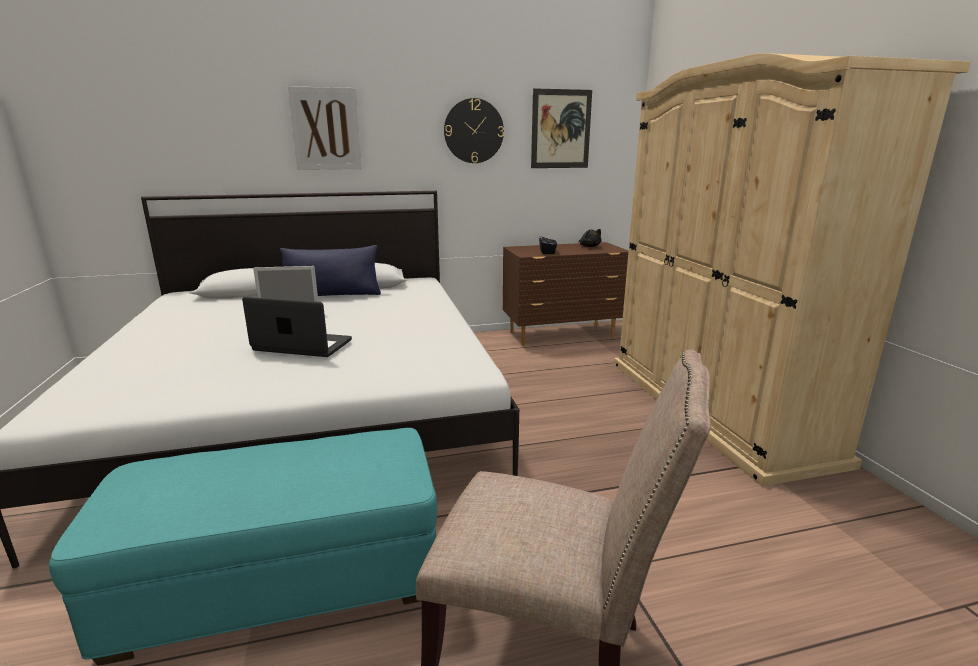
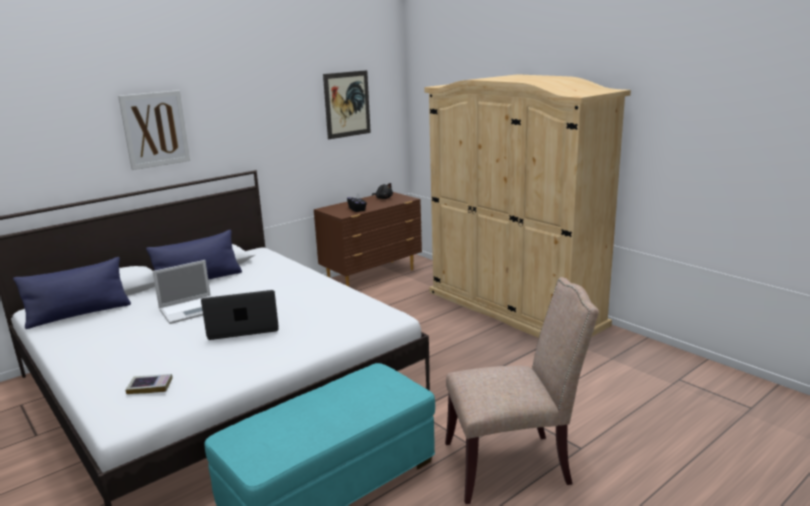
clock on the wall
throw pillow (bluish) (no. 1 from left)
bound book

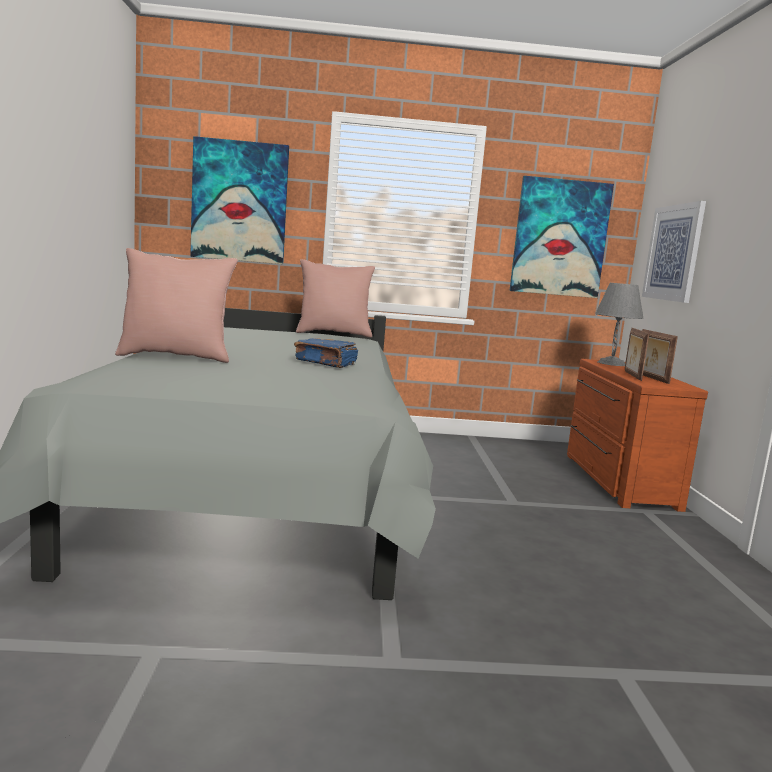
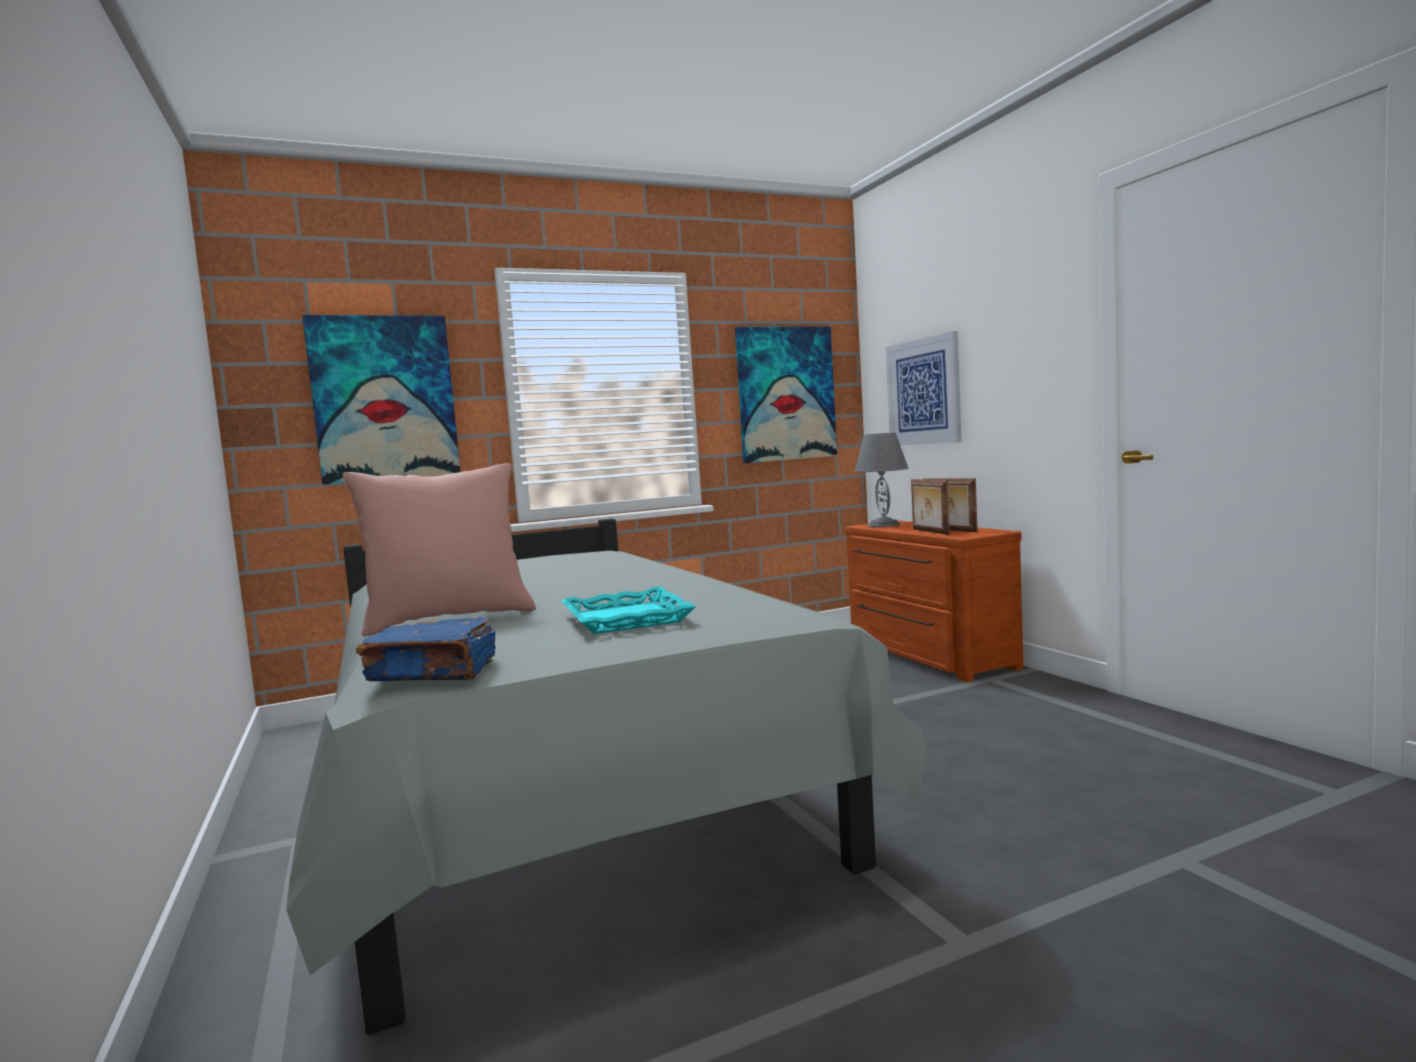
throw pillow (pink-coloured) (no. 2 from left in the first image)
carrying tray (blue-green)
bound book (bluish)

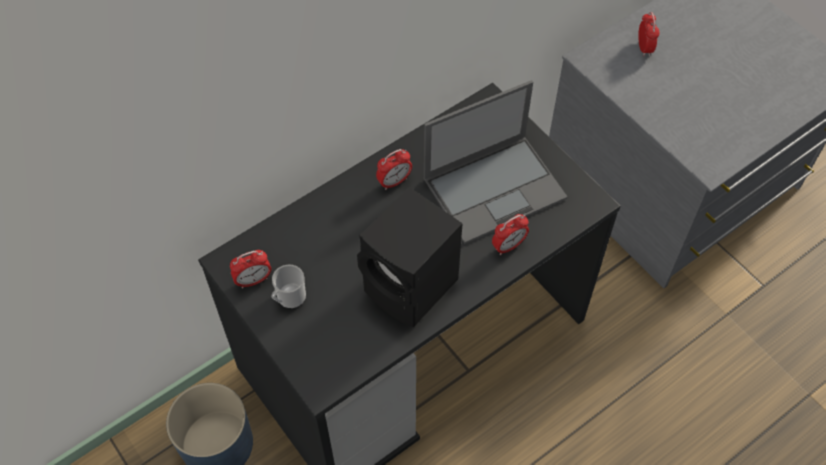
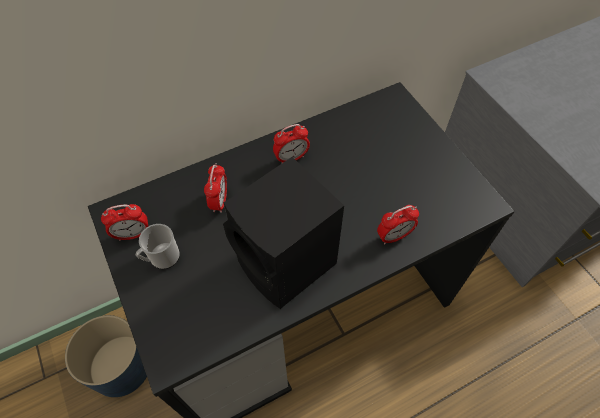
portable computer
table clock (no. 2 from left)

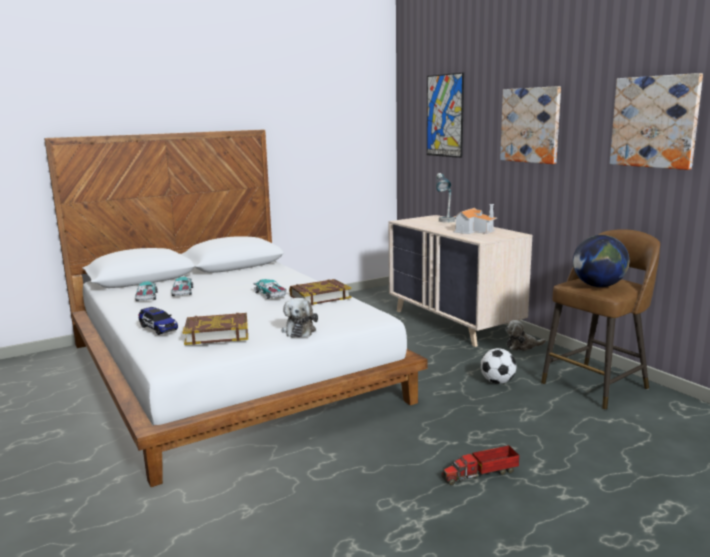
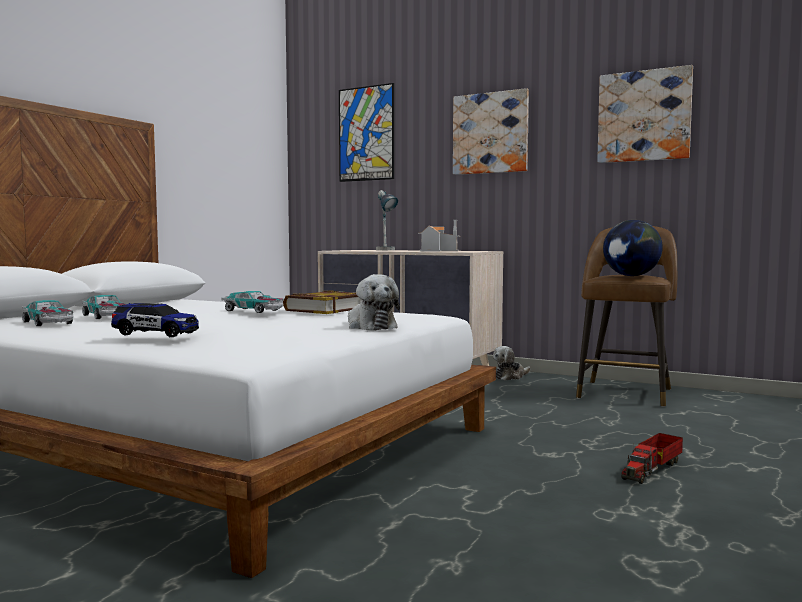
bound book (no. 1 from left in the first image)
football

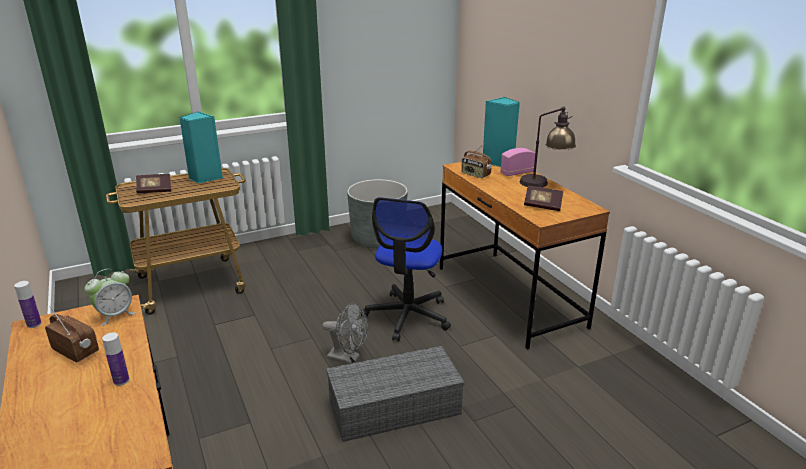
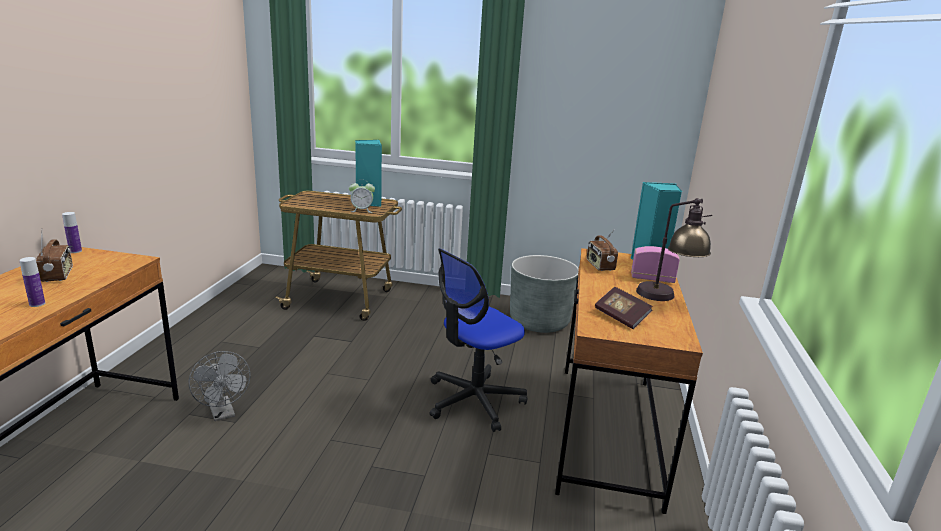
bound book (no. 1 from left in the first image)
storage bin (greyish)
table clock
electric fan (greyish)

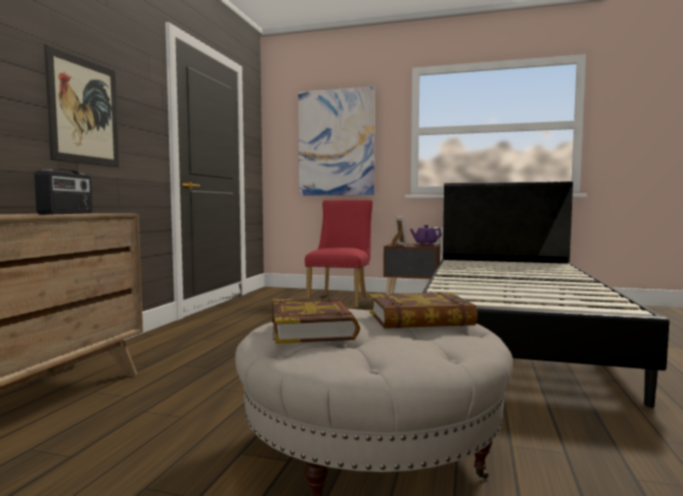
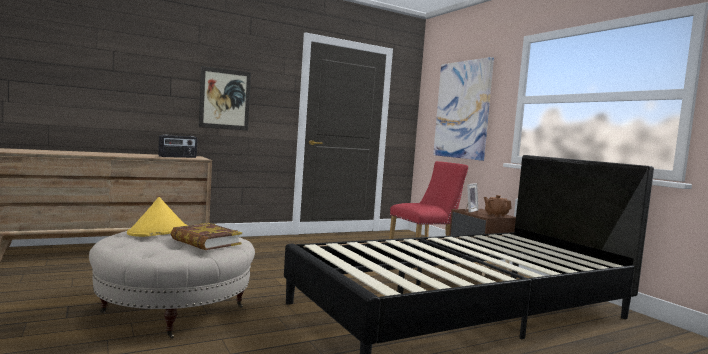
wearable hat (yellowish)
pot for tea (brown)

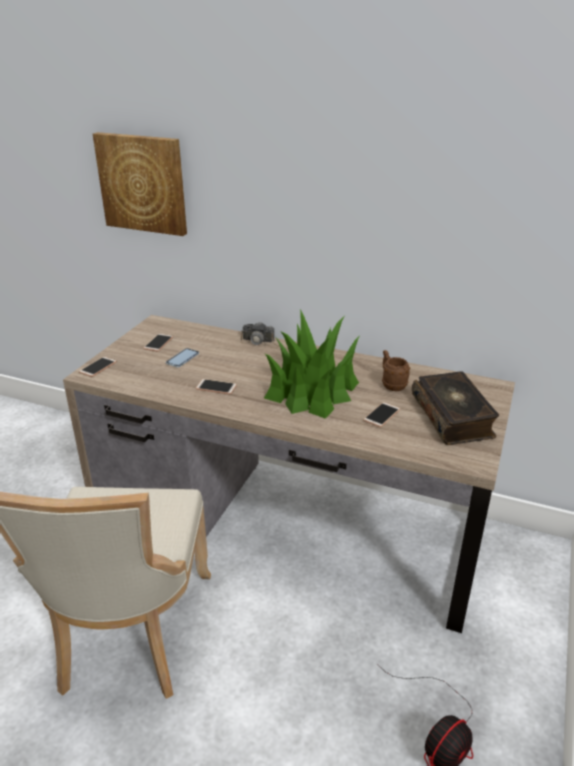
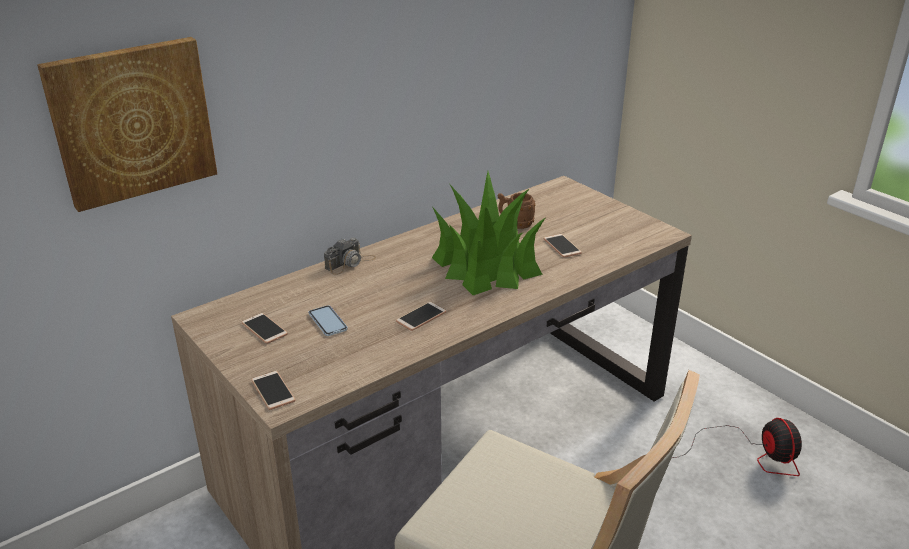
bound book

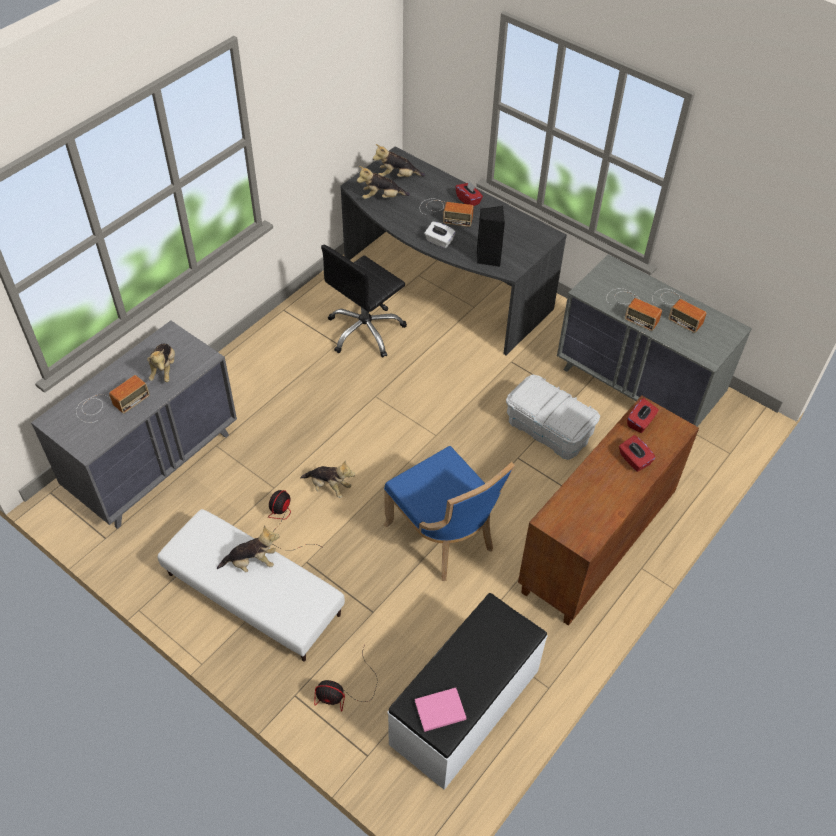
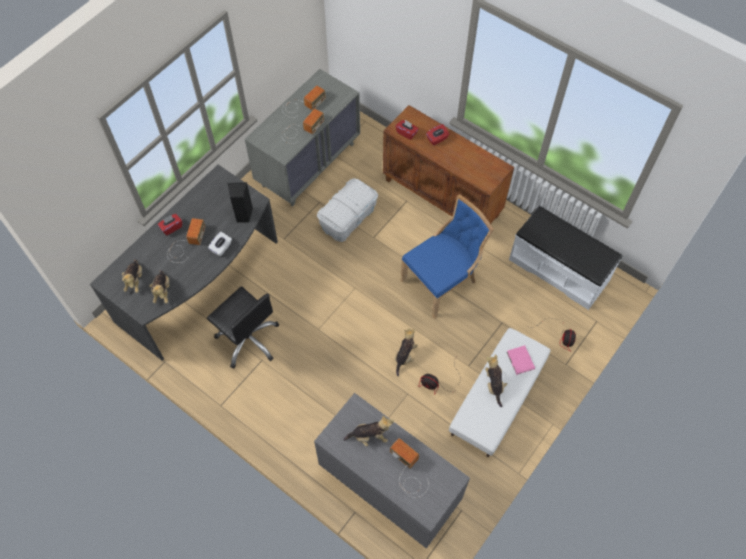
bound book (pink-coloured)

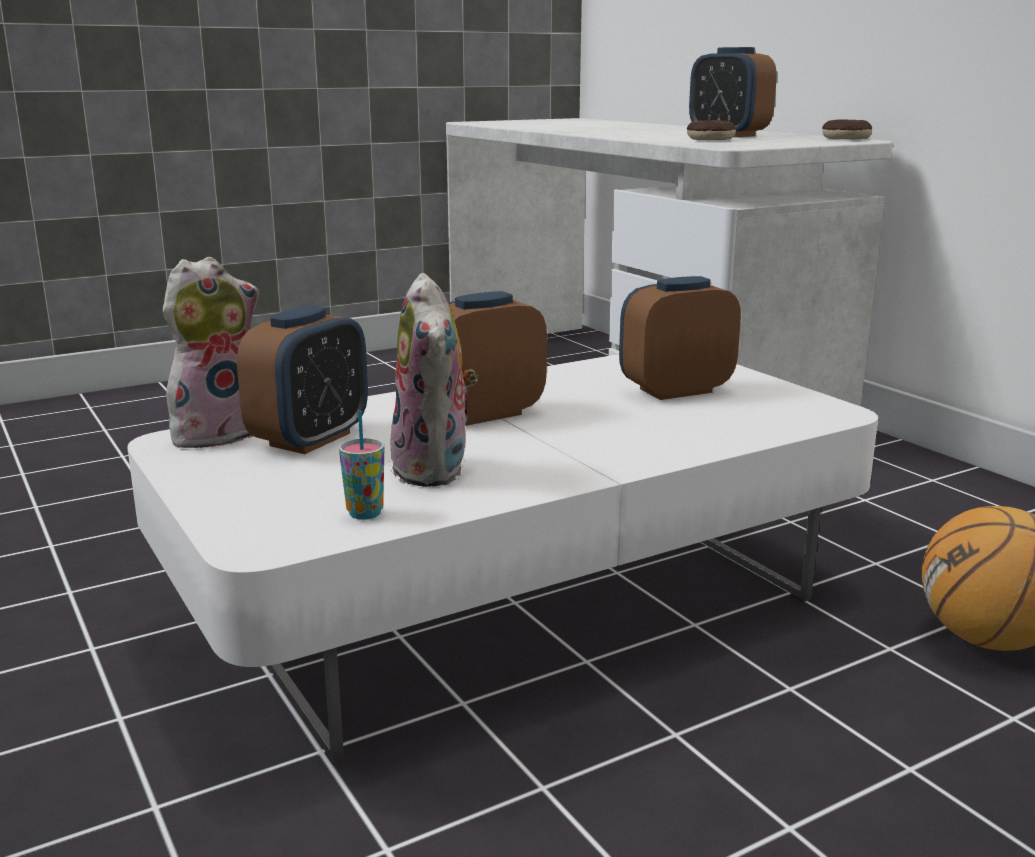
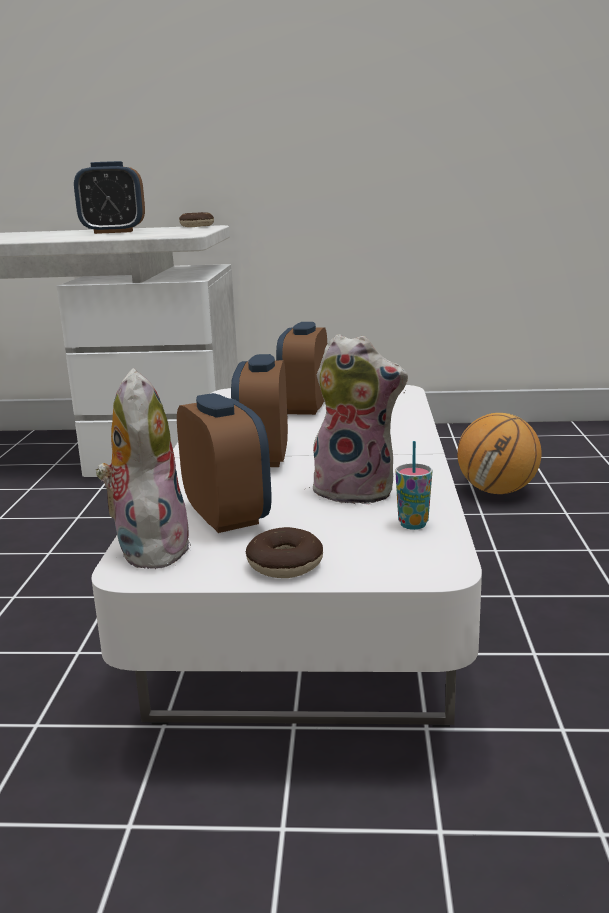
donut (no. 2 from left)

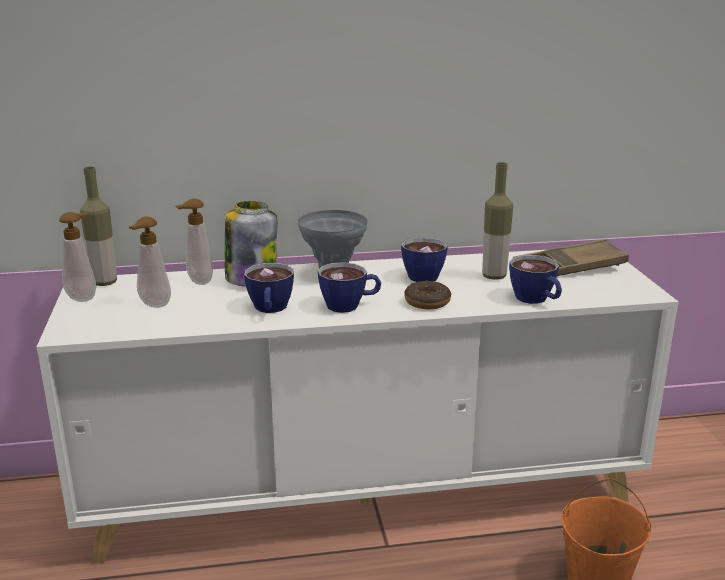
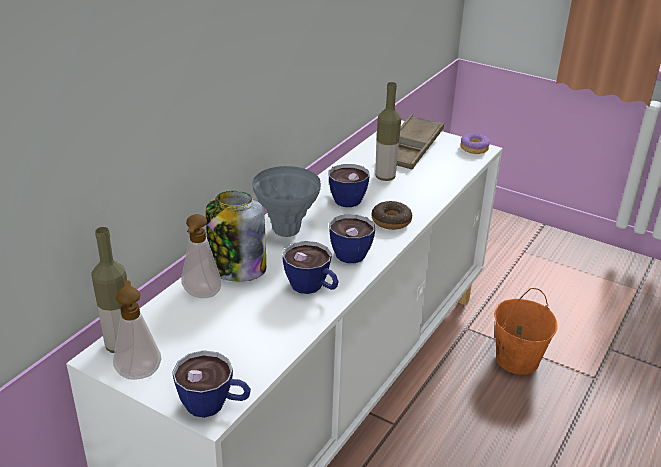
soap dispenser (no. 2 from left in the first image)
donut (no. 2 from left)
drinking cup (no. 1 from left)

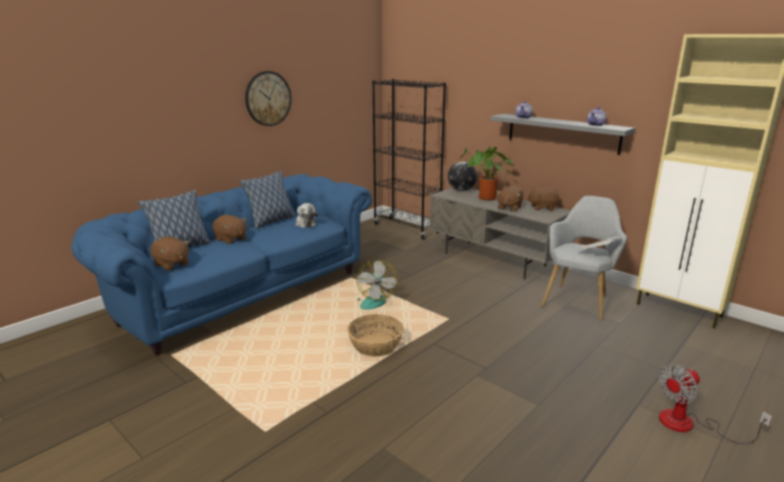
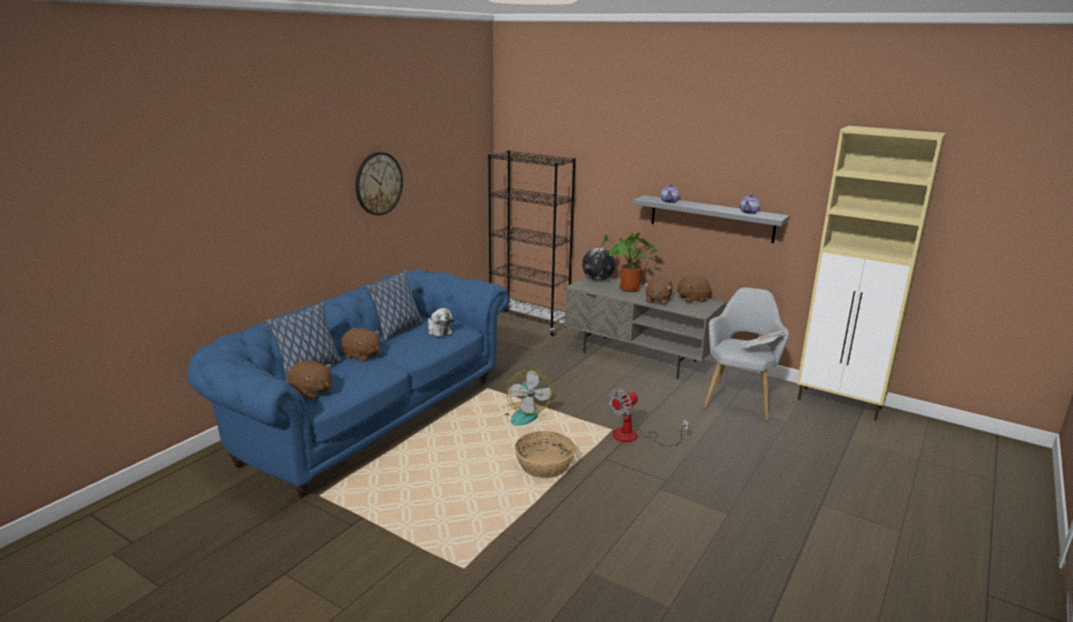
electric fan (no. 2 from left)

